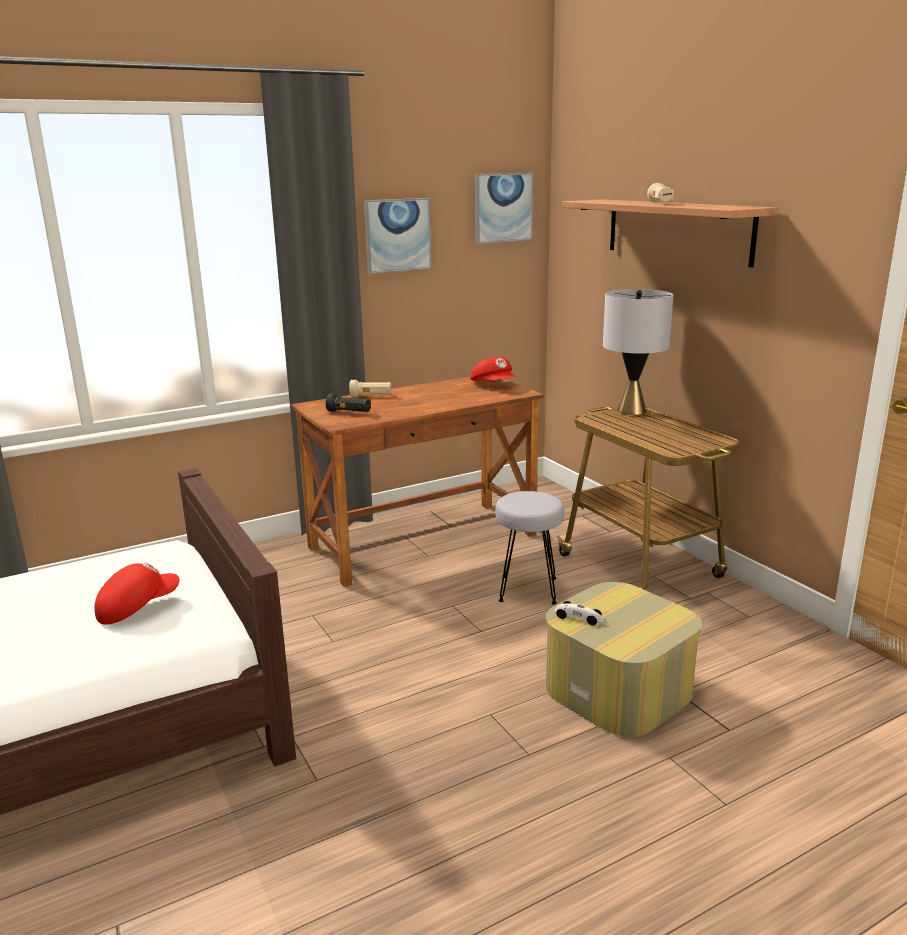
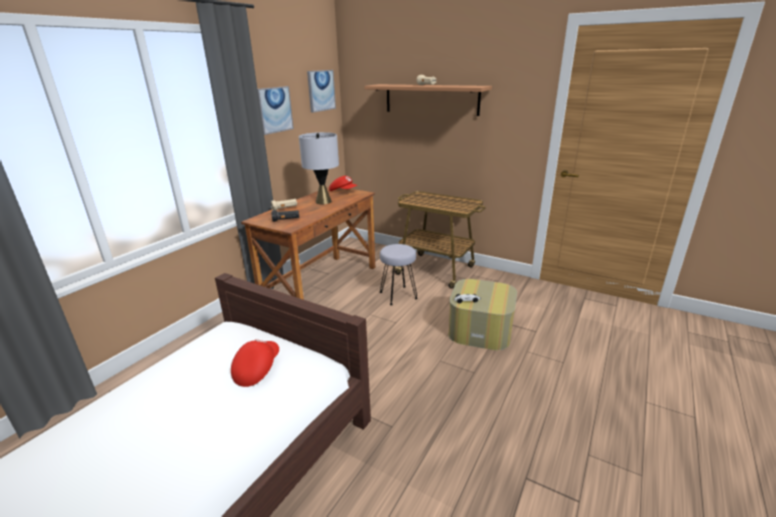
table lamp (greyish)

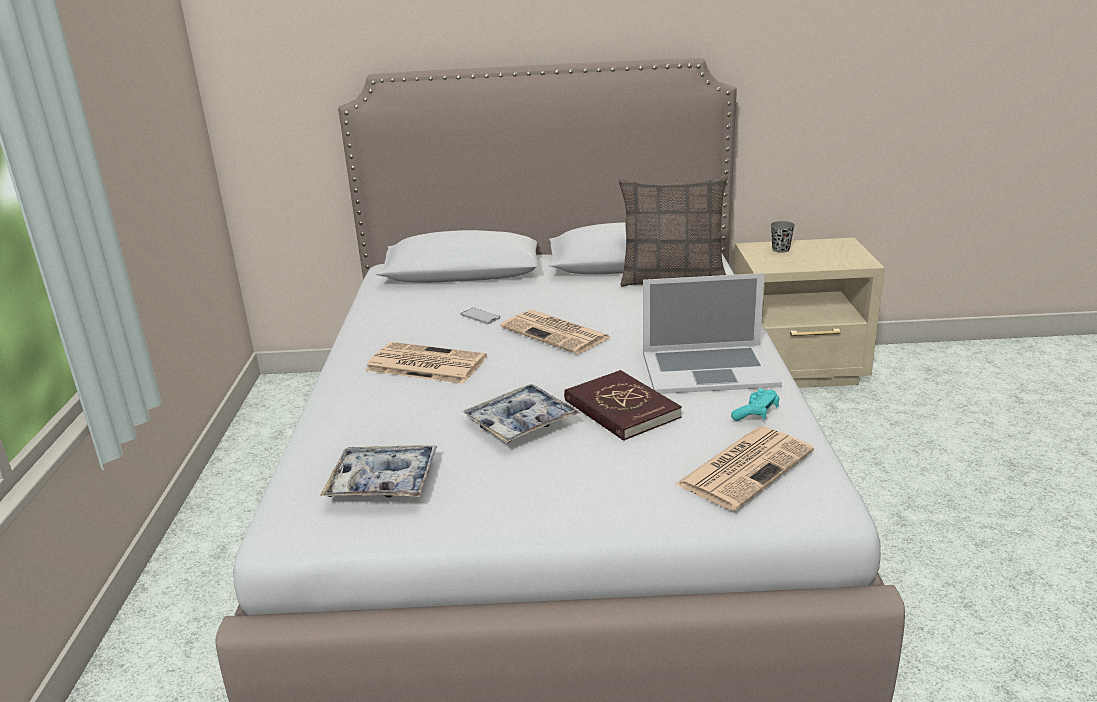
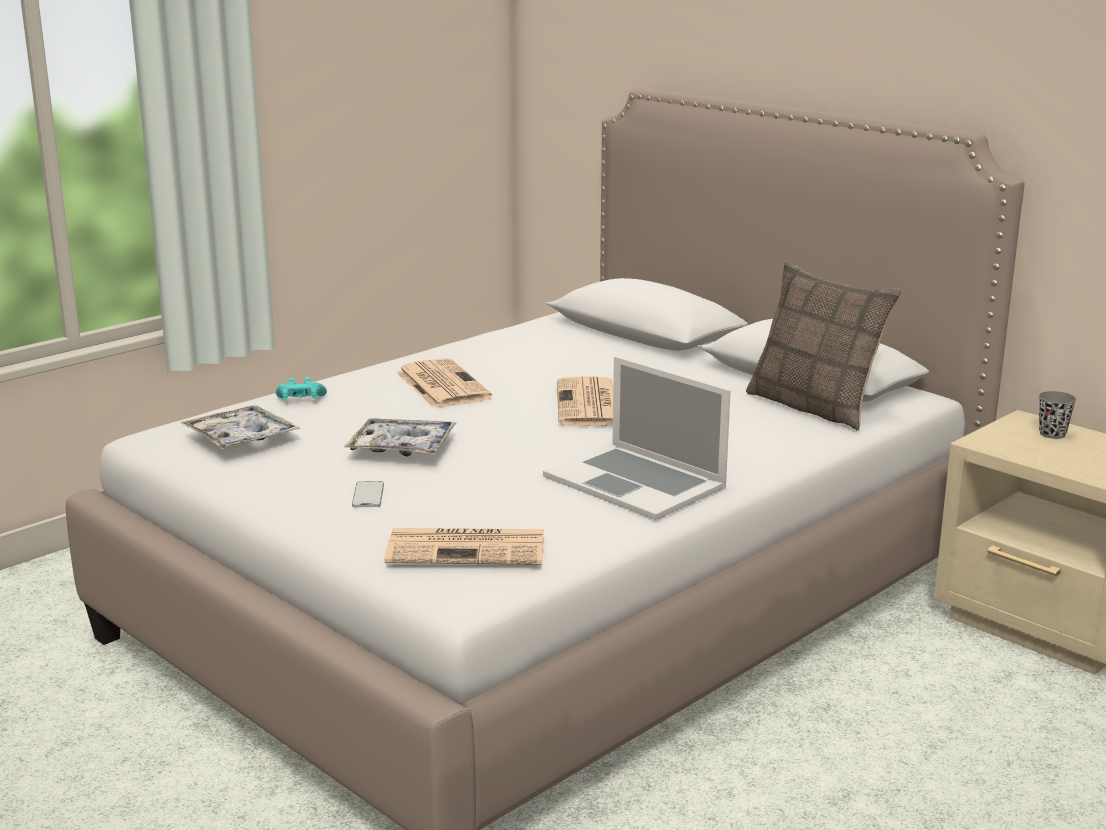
bound book (reddish)
telephone
gamepad (blue-green)

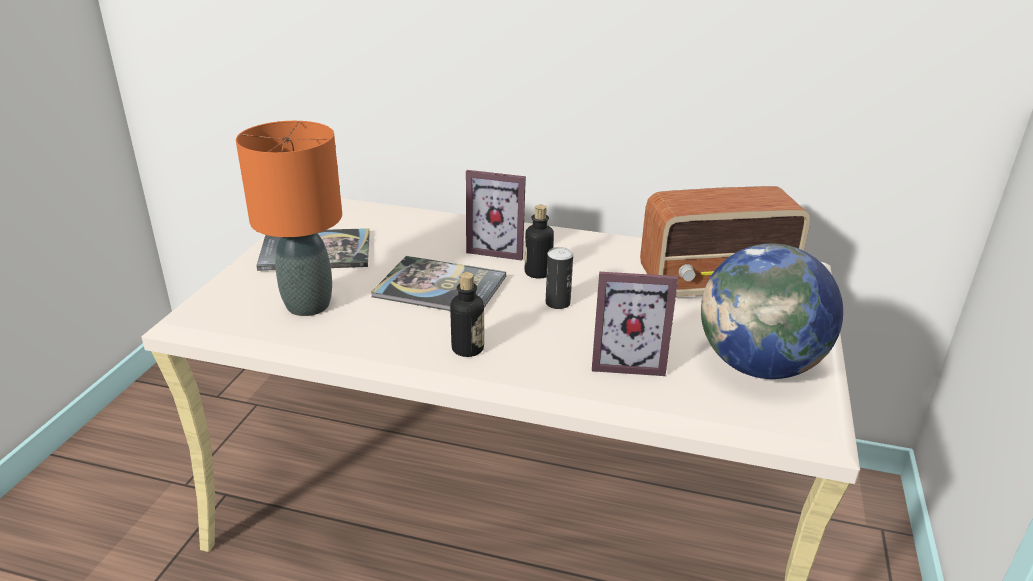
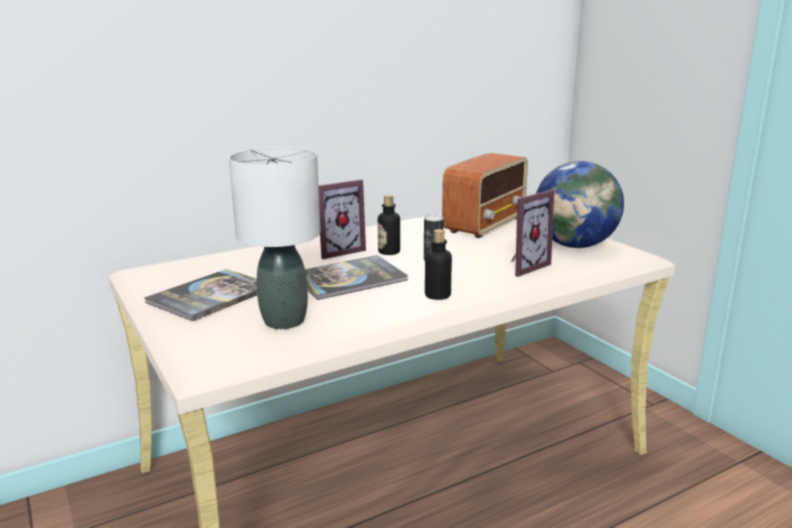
table lamp (white)

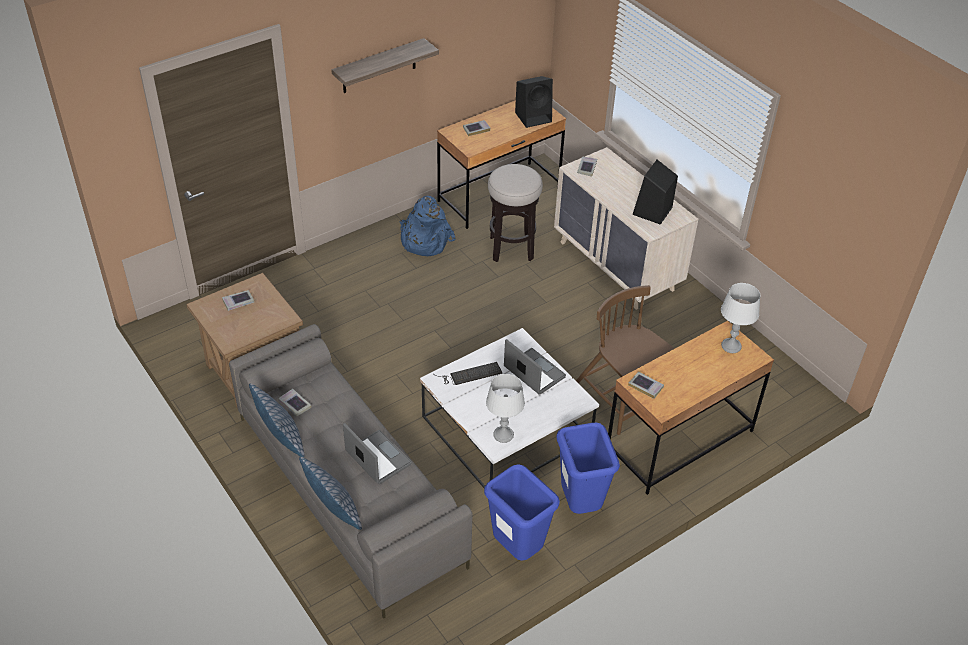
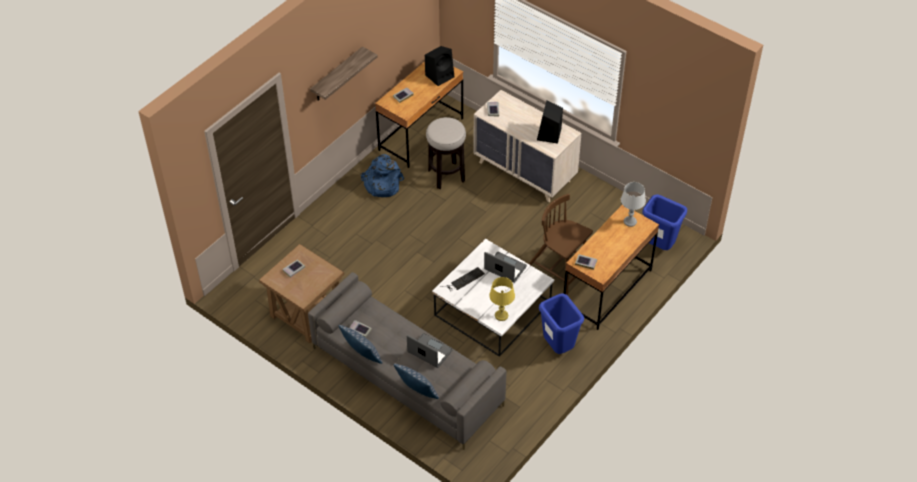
rubbish bin (bluish) (no. 2 from left)
table lamp (yellowish)

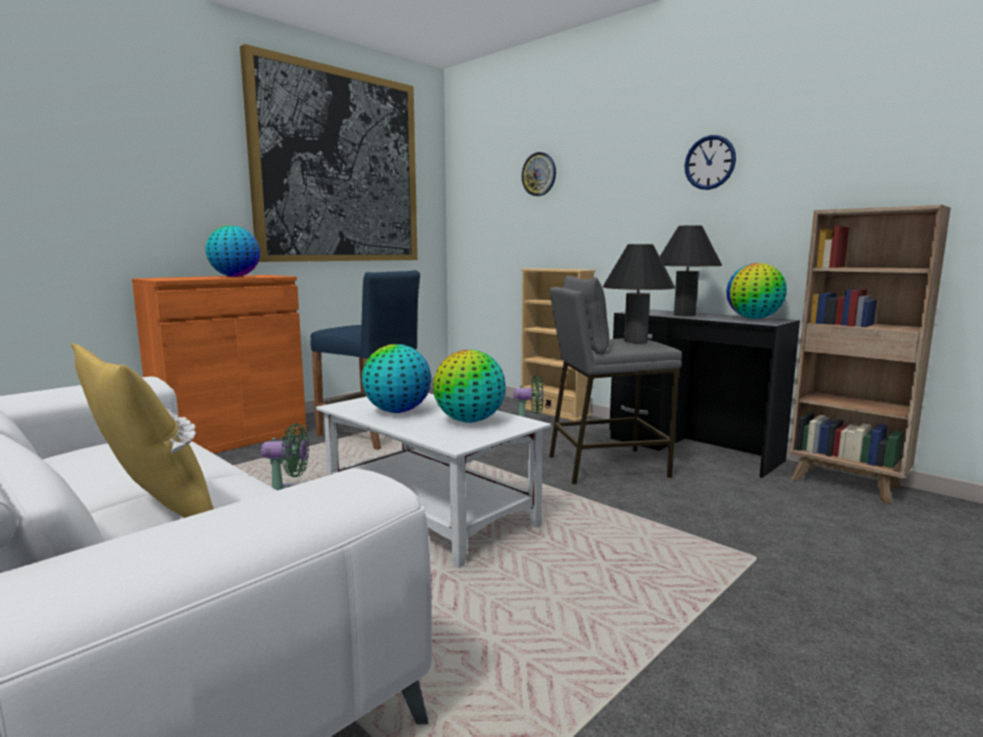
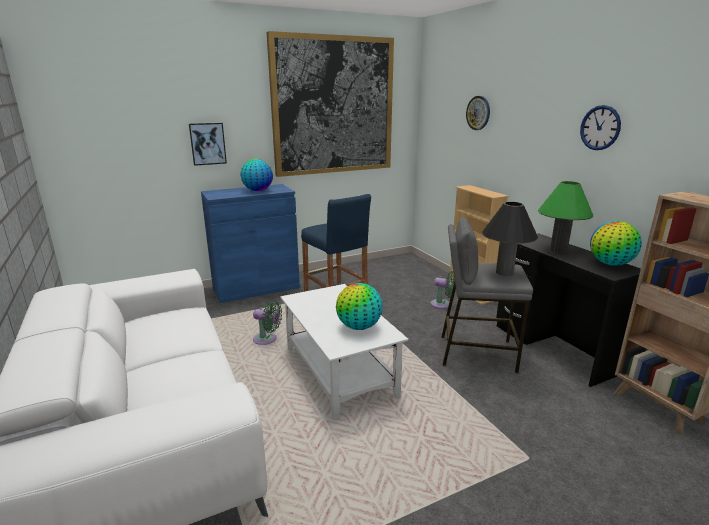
throw pillow (yellowish)
globe (no. 2 from left in the first image)
picture (no. 1 from left)
storage cabinet (bluish)
table lamp (green)

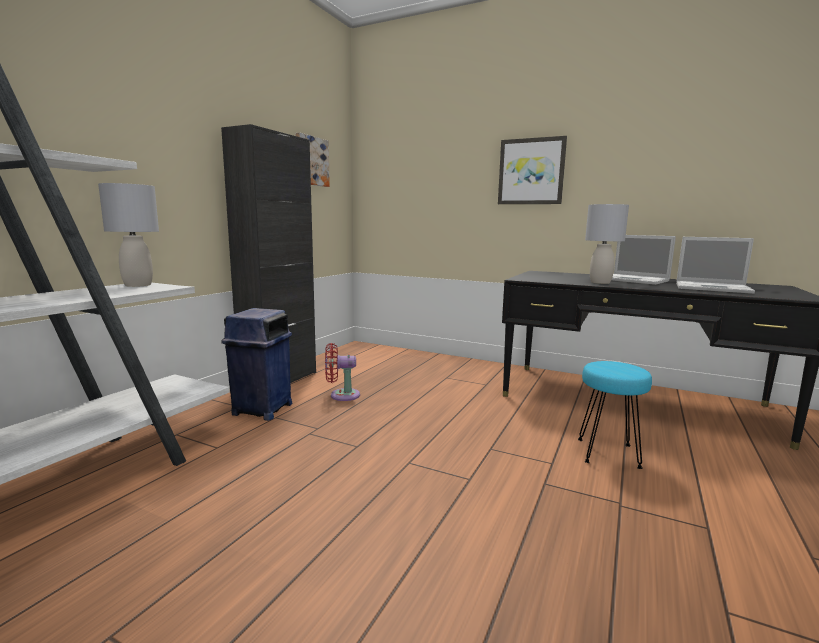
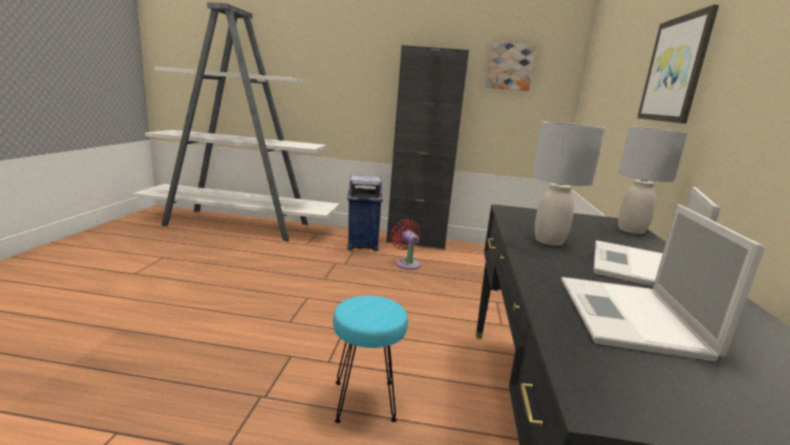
table lamp (greyish) (no. 2 from left)

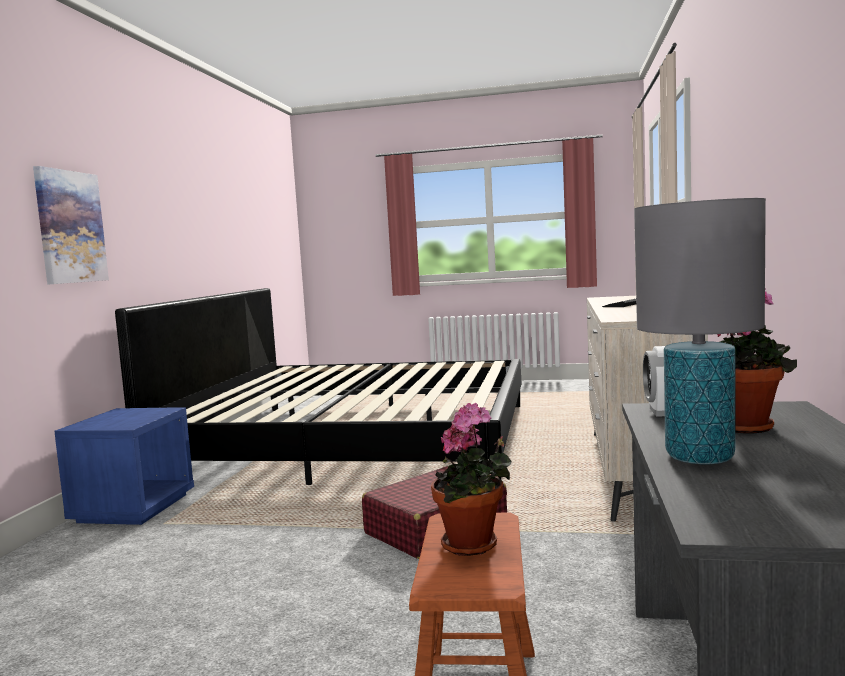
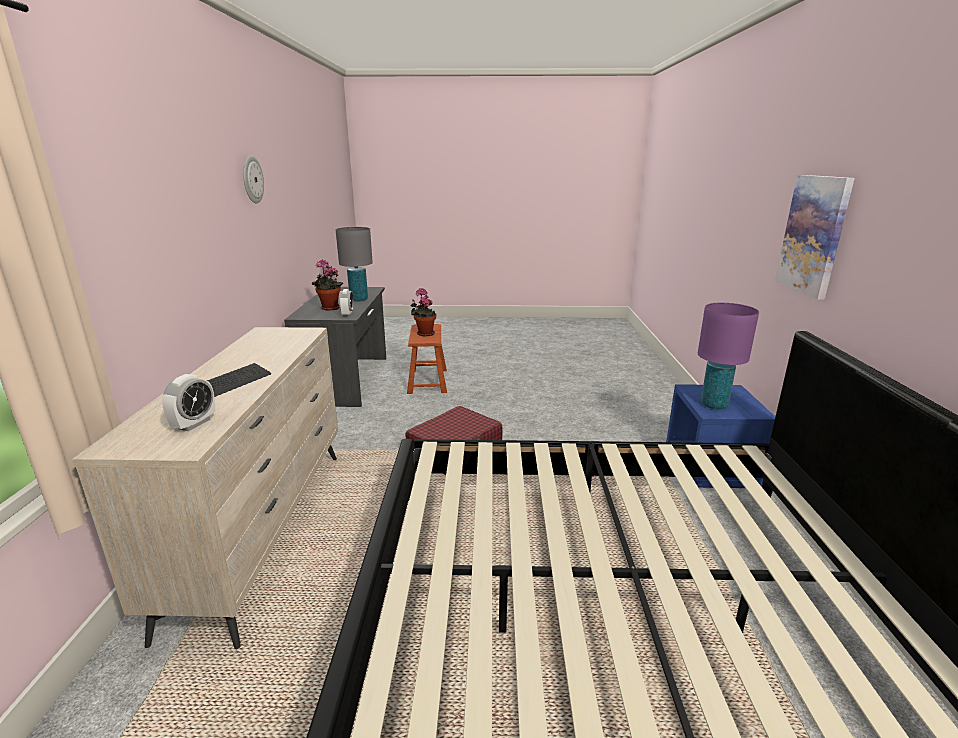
table clock (no. 1 from left)
clock on the wall
table lamp (purple-coloured)

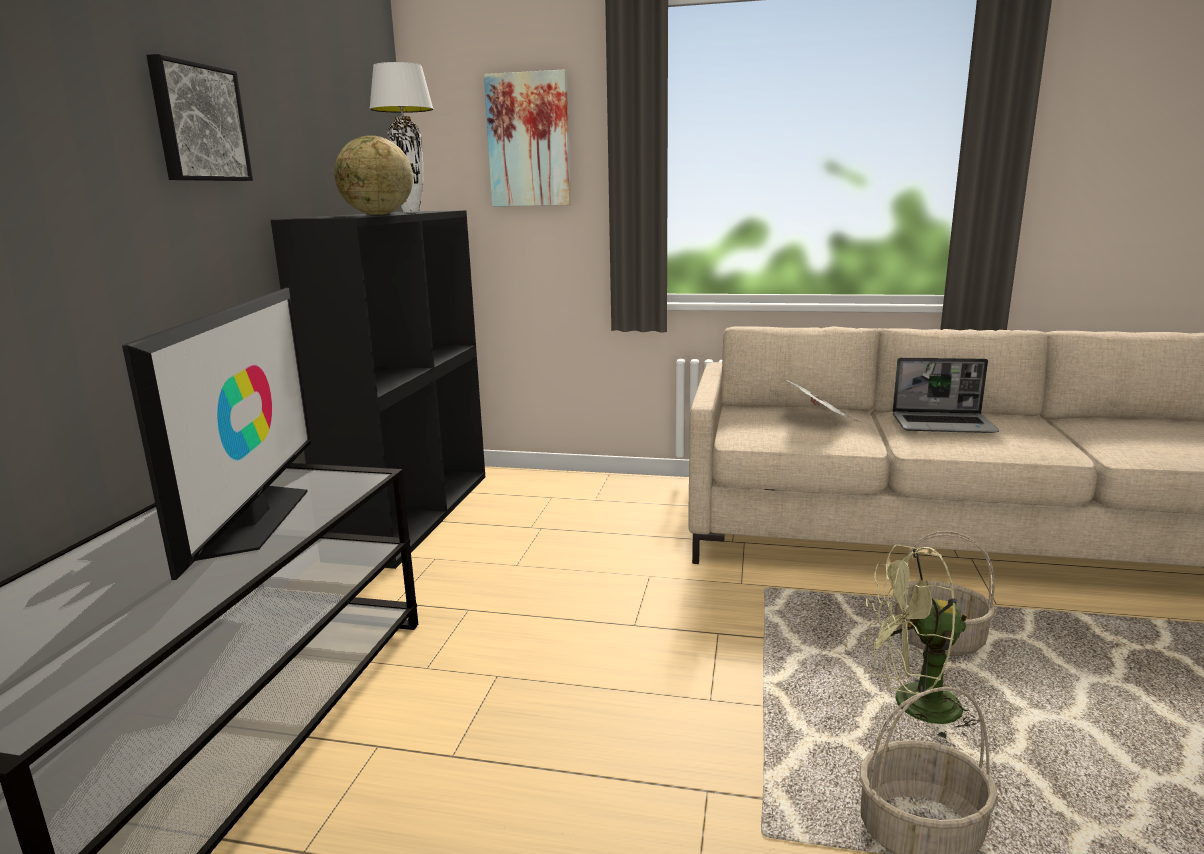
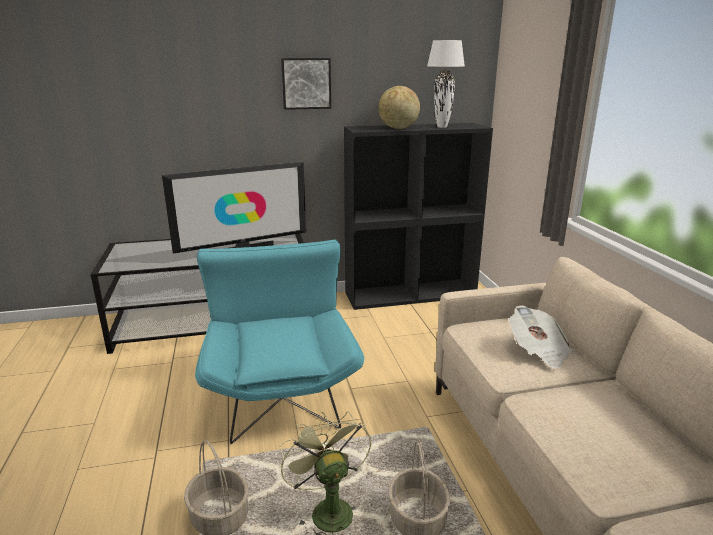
picture (no. 2 from left in the first image)
portable computer
lounge chair (blue-green)

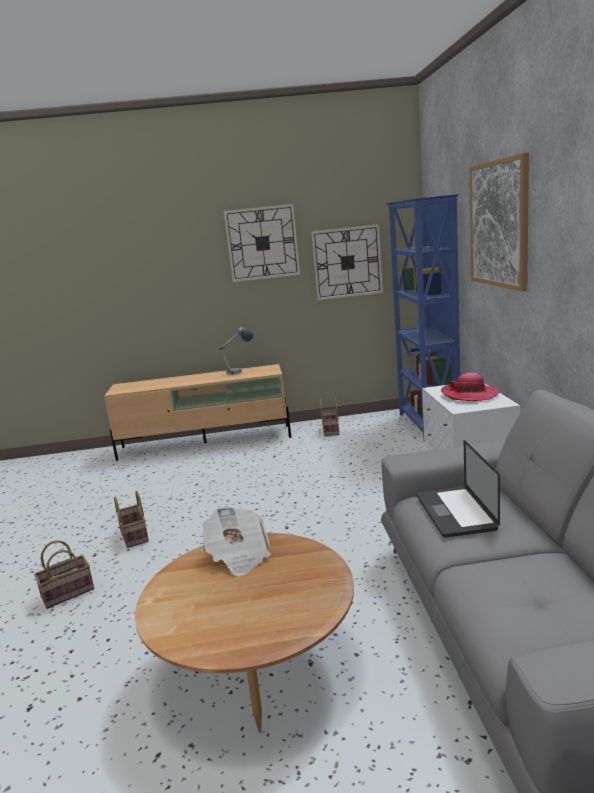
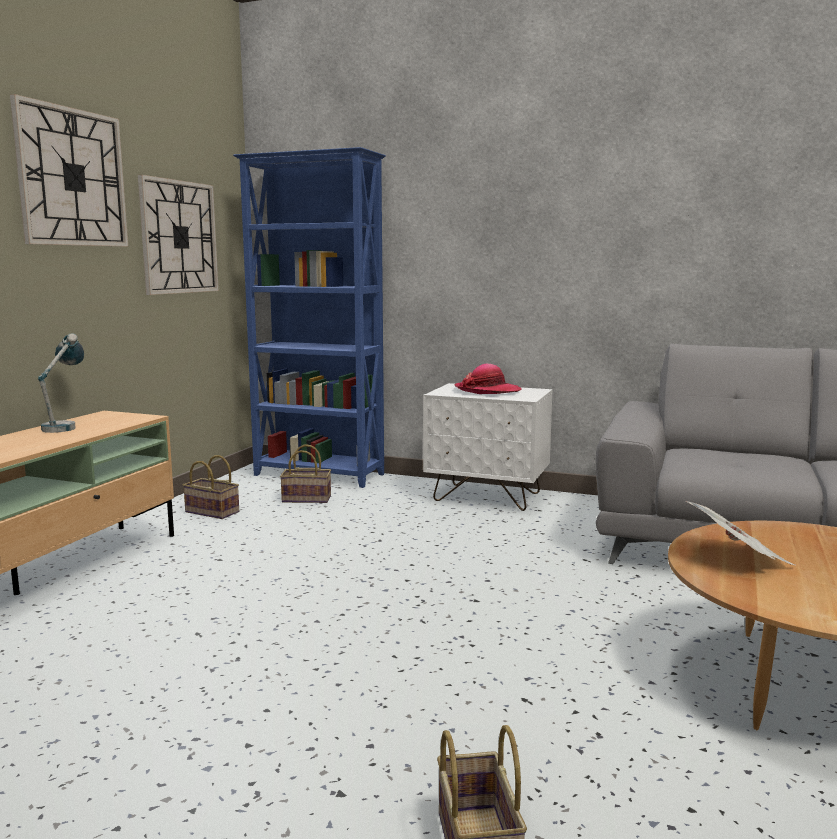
portable computer
picture
storage basket (no. 2 from left)

